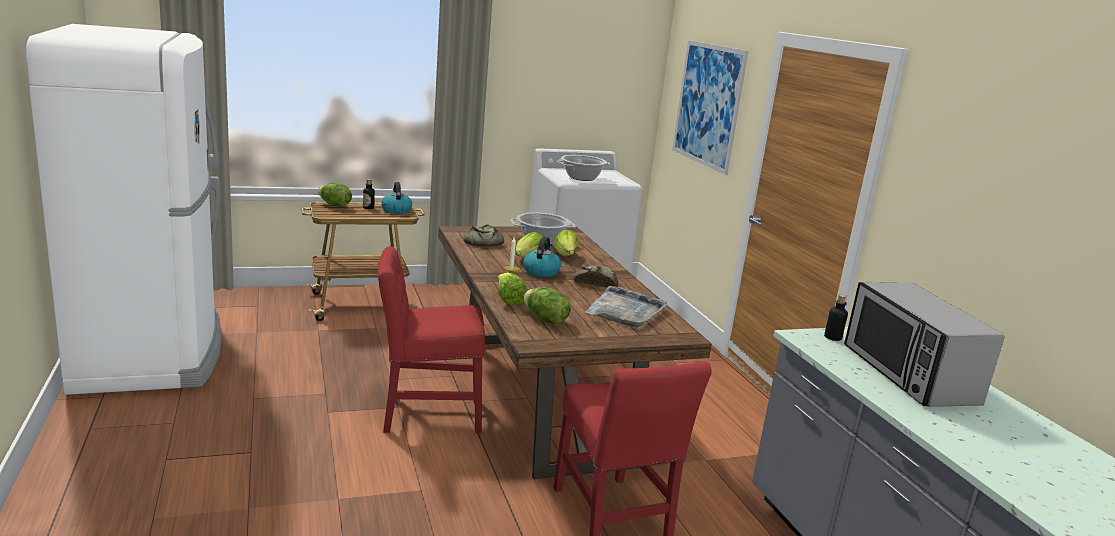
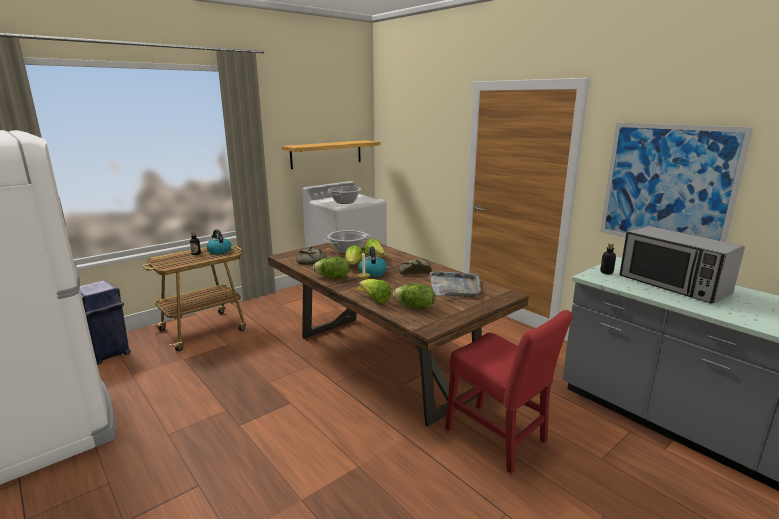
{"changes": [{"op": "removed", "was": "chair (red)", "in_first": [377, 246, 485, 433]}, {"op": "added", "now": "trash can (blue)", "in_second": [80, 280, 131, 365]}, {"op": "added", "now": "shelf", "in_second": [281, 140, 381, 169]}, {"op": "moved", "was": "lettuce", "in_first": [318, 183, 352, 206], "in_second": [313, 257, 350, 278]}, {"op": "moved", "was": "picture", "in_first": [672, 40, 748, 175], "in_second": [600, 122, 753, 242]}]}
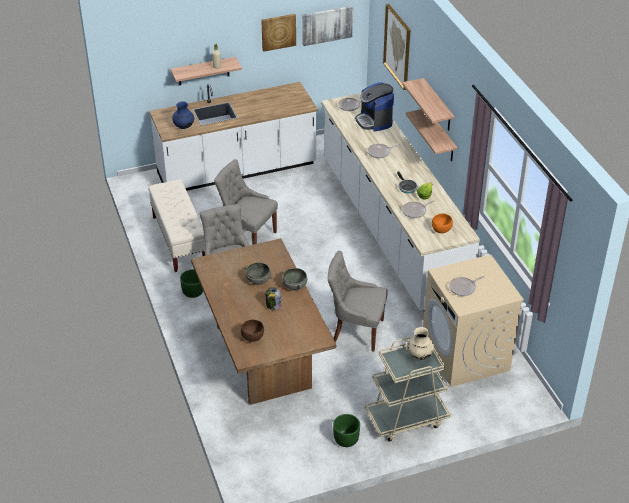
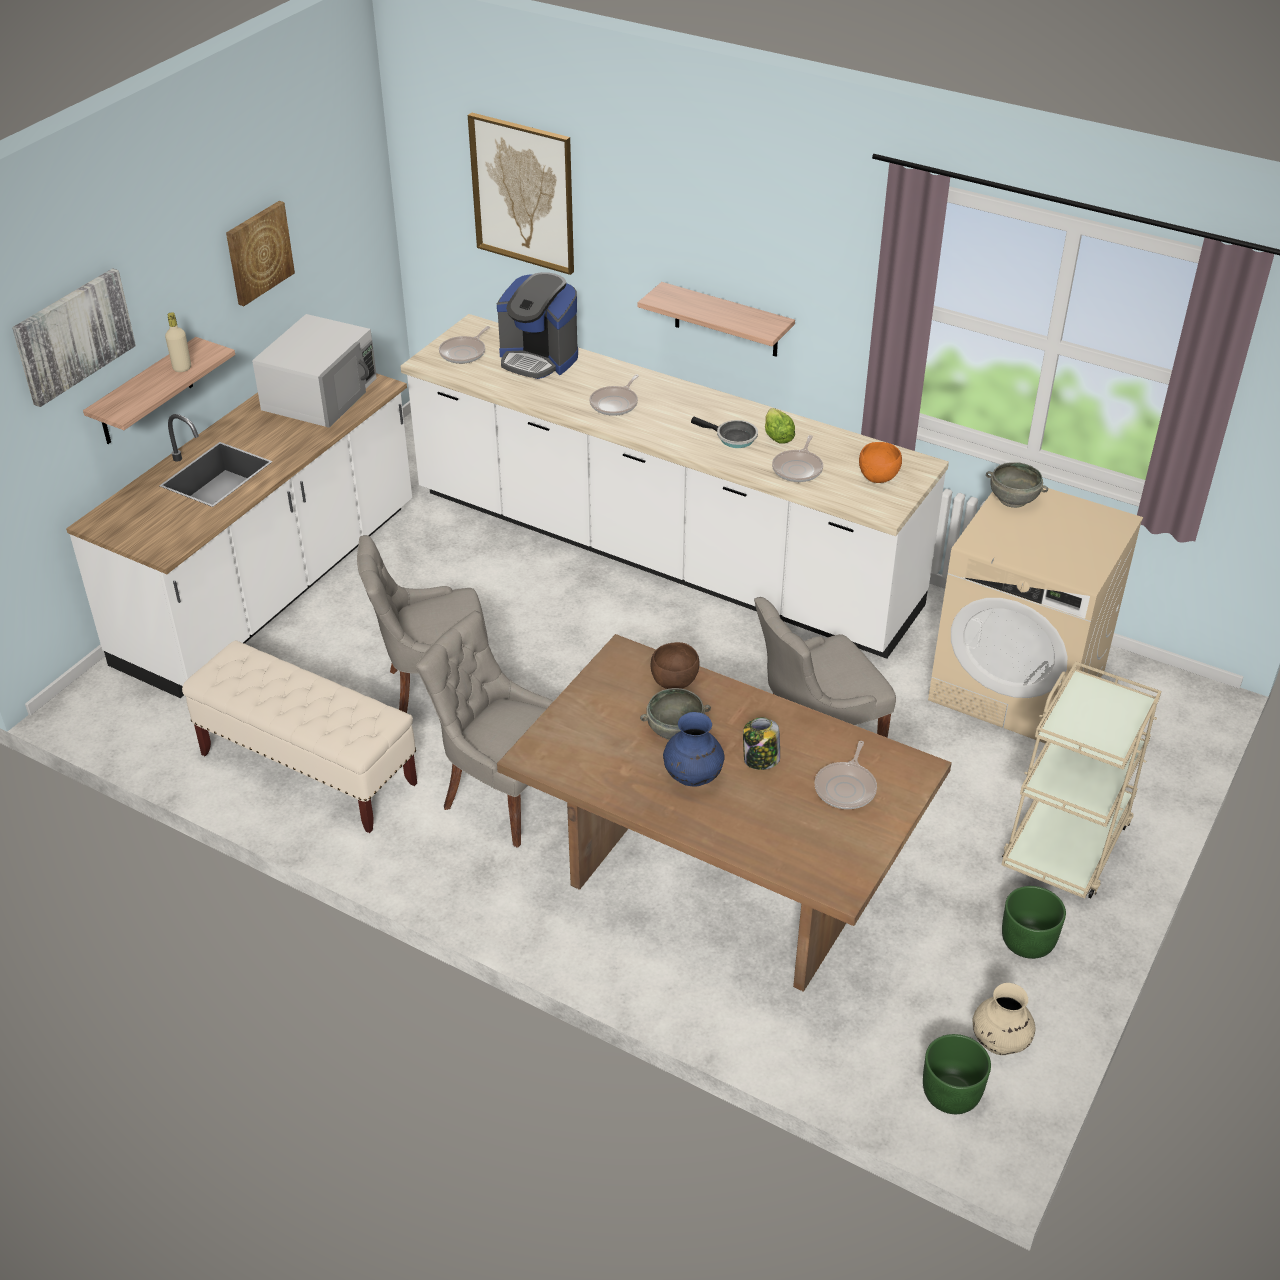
{"changes": [{"op": "removed", "was": "shelf", "in_first": [402, 78, 454, 131]}, {"op": "added", "now": "microwave (white)", "in_second": [252, 314, 377, 428]}, {"op": "moved", "was": "vase (blue)", "in_first": [172, 101, 194, 129], "in_second": [663, 712, 724, 787]}, {"op": "moved", "was": "planter (green)", "in_first": [180, 269, 203, 298], "in_second": [923, 1034, 991, 1114]}, {"op": "moved", "was": "bowl (brown)", "in_first": [241, 320, 264, 342], "in_second": [651, 642, 699, 689]}, {"op": "moved", "was": "bowl (grey)", "in_first": [282, 268, 307, 291], "in_second": [986, 462, 1048, 508]}, {"op": "moved", "was": "picture", "in_first": [302, 6, 353, 46], "in_second": [12, 268, 136, 407]}, {"op": "moved", "was": "vase (beige)", "in_first": [407, 327, 434, 360], "in_second": [972, 983, 1036, 1055]}, {"op": "moved", "was": "frying pan", "in_first": [449, 276, 485, 296], "in_second": [815, 741, 877, 809]}]}
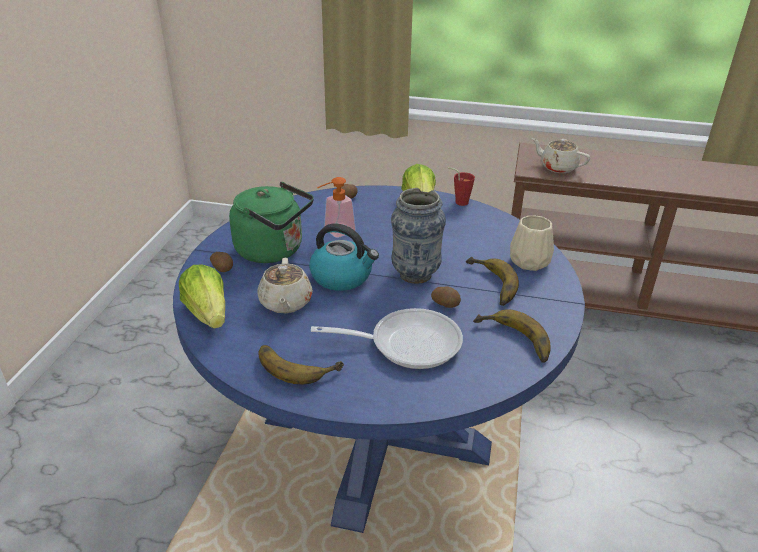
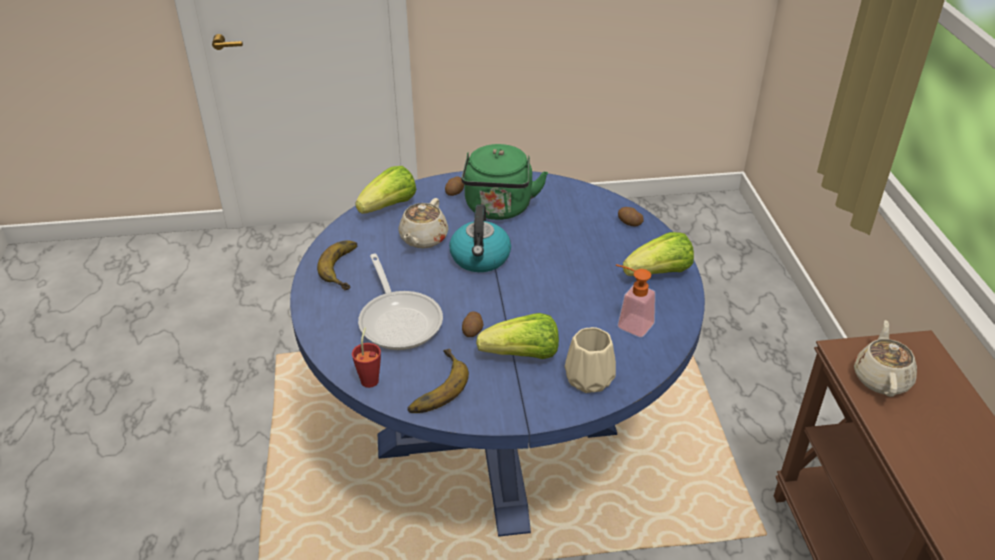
{"changes": [{"op": "removed", "was": "vase", "in_first": [391, 188, 446, 284]}, {"op": "moved", "was": "soap dispenser", "in_first": [317, 177, 356, 238], "in_second": [616, 264, 656, 338]}, {"op": "moved", "was": "cup (red)", "in_first": [448, 167, 475, 206], "in_second": [352, 328, 381, 388]}, {"op": "replaced", "was": "banana", "now": "lettuce", "in_first": [466, 257, 519, 306], "in_second": [476, 313, 559, 359]}, {"op": "turned", "was": "teapot (beige)", "in_first": [257, 258, 313, 313], "in_second": [398, 198, 449, 248], "clockwise": -45}]}
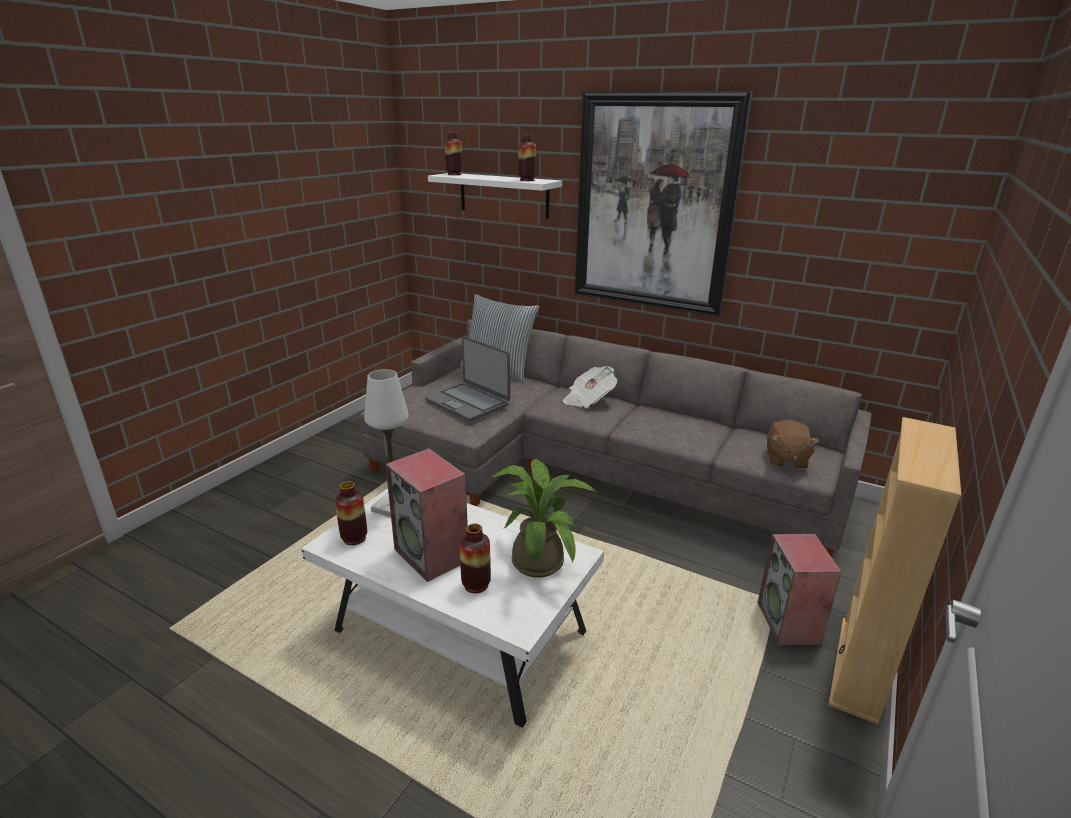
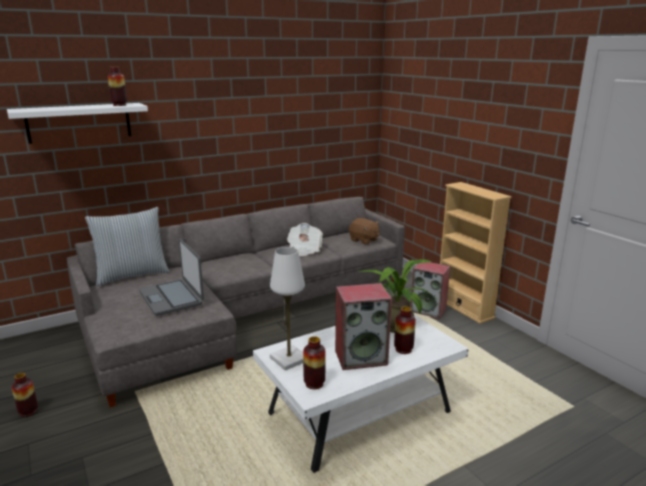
{"changes": [{"op": "removed", "was": "picture", "in_first": [575, 91, 753, 316]}, {"op": "moved", "was": "vase", "in_first": [445, 132, 463, 175], "in_second": [11, 373, 38, 417]}, {"op": "moved", "was": "newspaper", "in_first": [563, 366, 617, 408], "in_second": [287, 223, 323, 256]}, {"op": "turned", "was": "laptop", "in_first": [425, 336, 510, 422], "in_second": [139, 238, 204, 316], "clockwise": 75}]}
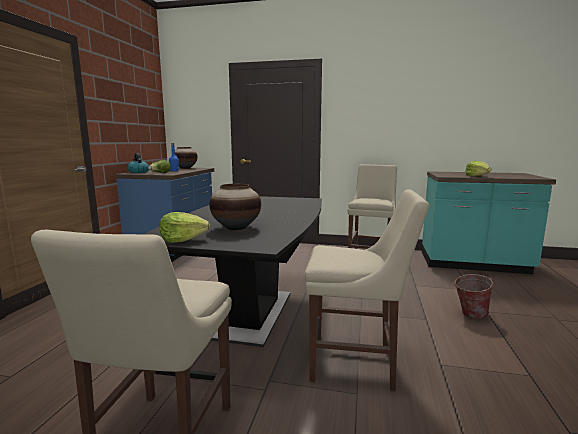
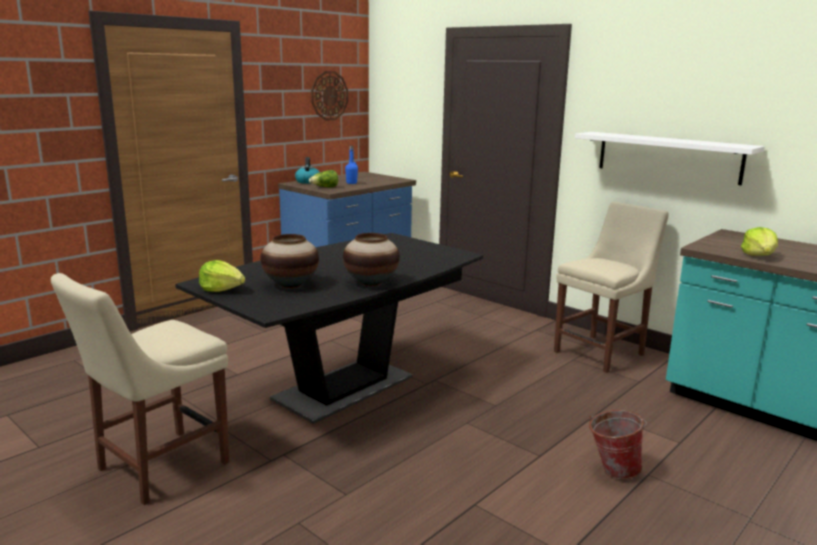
{"changes": [{"op": "removed", "was": "chair (beige)", "in_first": [305, 189, 429, 391]}, {"op": "added", "now": "wall clock", "in_second": [311, 71, 348, 121]}, {"op": "added", "now": "shelf (white)", "in_second": [575, 132, 765, 185]}, {"op": "moved", "was": "vase", "in_first": [175, 147, 198, 169], "in_second": [343, 233, 400, 286]}]}
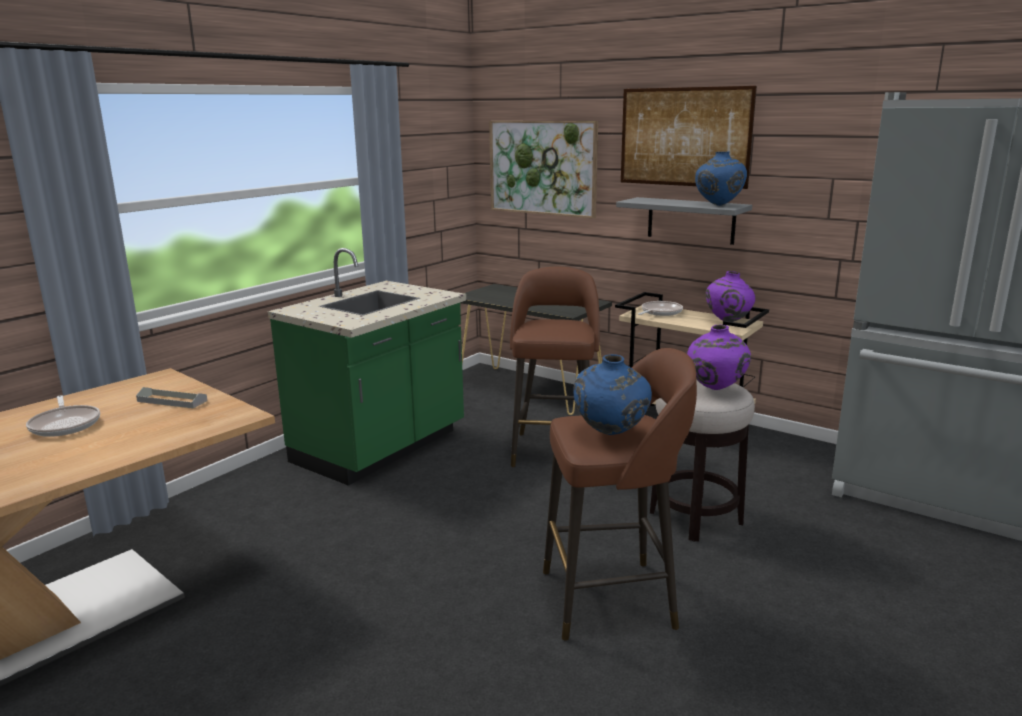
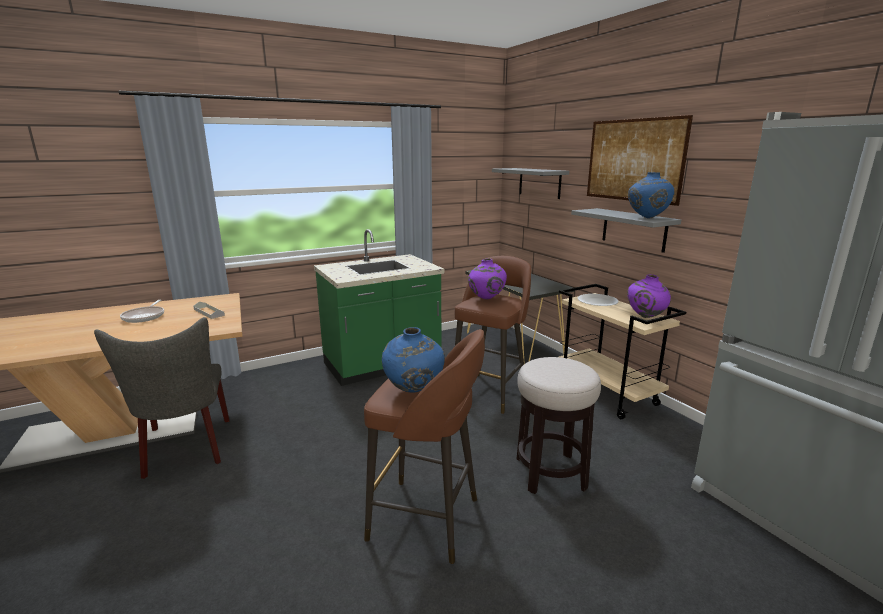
{"changes": [{"op": "added", "now": "chair (grey)", "in_second": [94, 317, 230, 479]}, {"op": "moved", "was": "vase (purple)", "in_first": [687, 325, 751, 390], "in_second": [468, 258, 507, 299]}, {"op": "replaced", "was": "picture", "now": "shelf (grey)", "in_first": [489, 121, 598, 218], "in_second": [492, 168, 569, 199]}, {"op": "replaced", "was": "frying pan", "now": "plate (white)", "in_first": [638, 301, 683, 316], "in_second": [577, 294, 618, 306]}]}
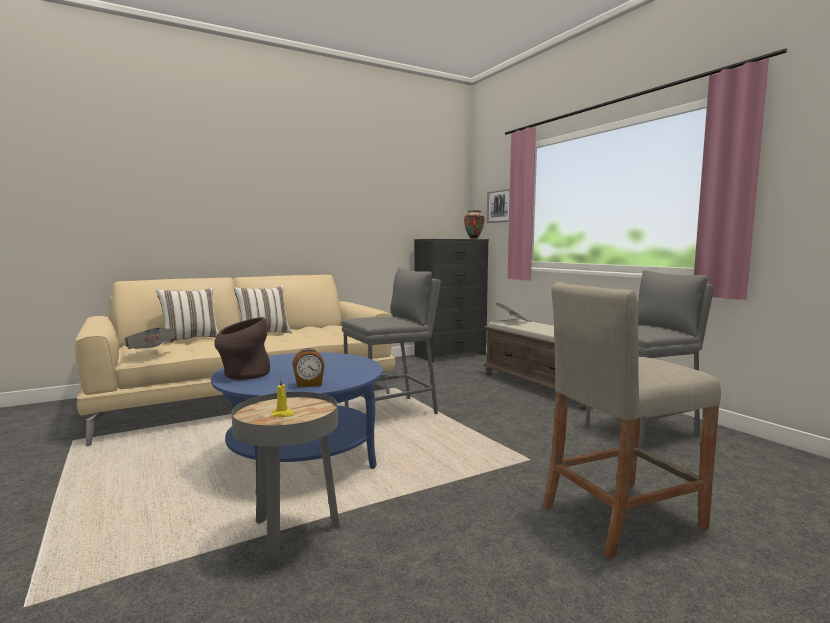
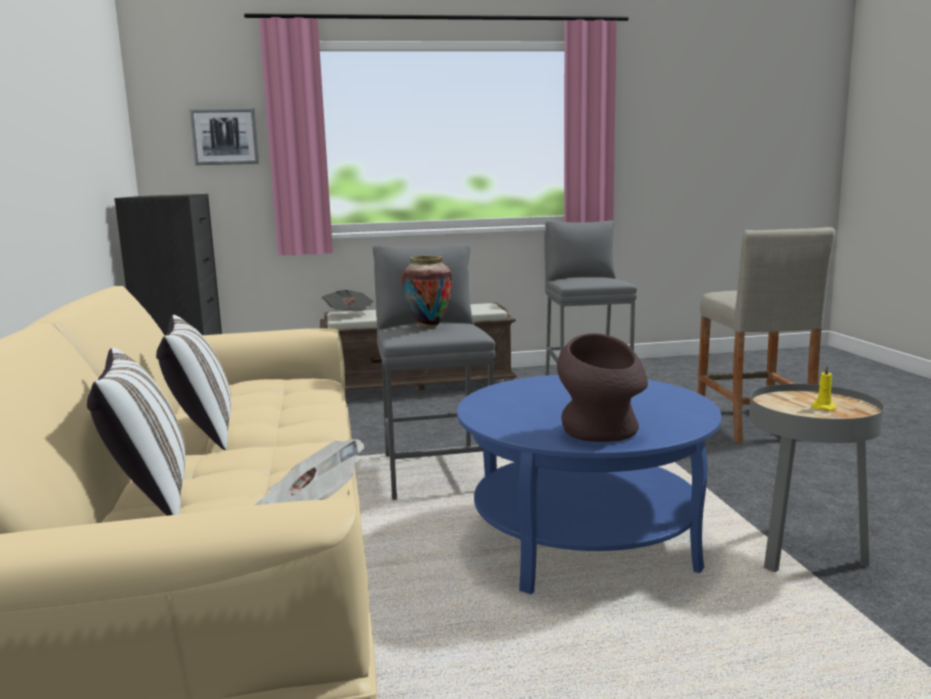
{"changes": [{"op": "removed", "was": "alarm clock", "in_first": [292, 348, 325, 388]}, {"op": "moved", "was": "vase", "in_first": [464, 210, 485, 239], "in_second": [401, 256, 452, 329]}]}
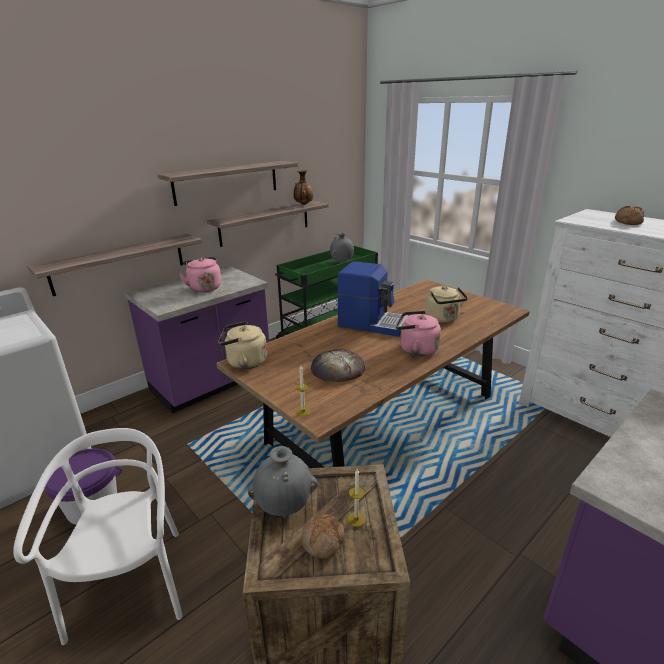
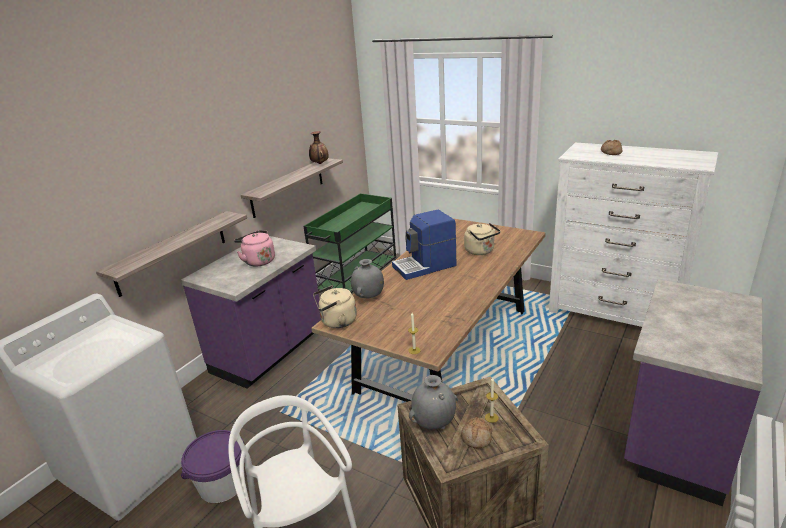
{"changes": [{"op": "removed", "was": "shelf", "in_first": [158, 161, 298, 206]}, {"op": "removed", "was": "bread", "in_first": [311, 349, 365, 382]}, {"op": "removed", "was": "kettle (pink)", "in_first": [396, 311, 441, 356]}, {"op": "moved", "was": "vase (grey)", "in_first": [330, 232, 354, 263], "in_second": [351, 259, 384, 299]}, {"op": "turned", "was": "coffee machine", "in_first": [337, 261, 409, 337], "in_second": [392, 210, 456, 280], "clockwise": 150}]}
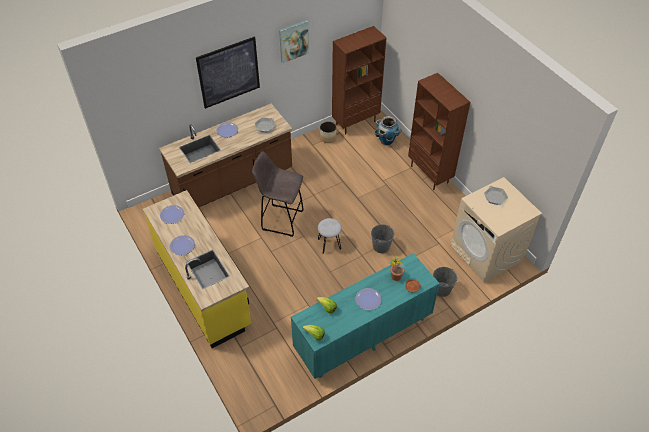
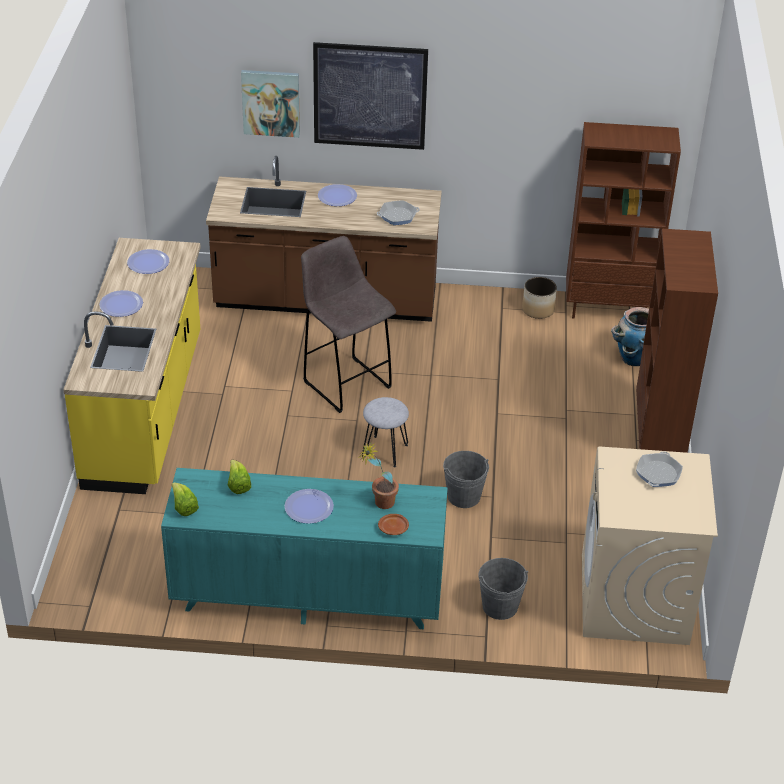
{"changes": [{"op": "moved", "was": "picture", "in_first": [279, 20, 309, 63], "in_second": [241, 70, 300, 138]}]}
